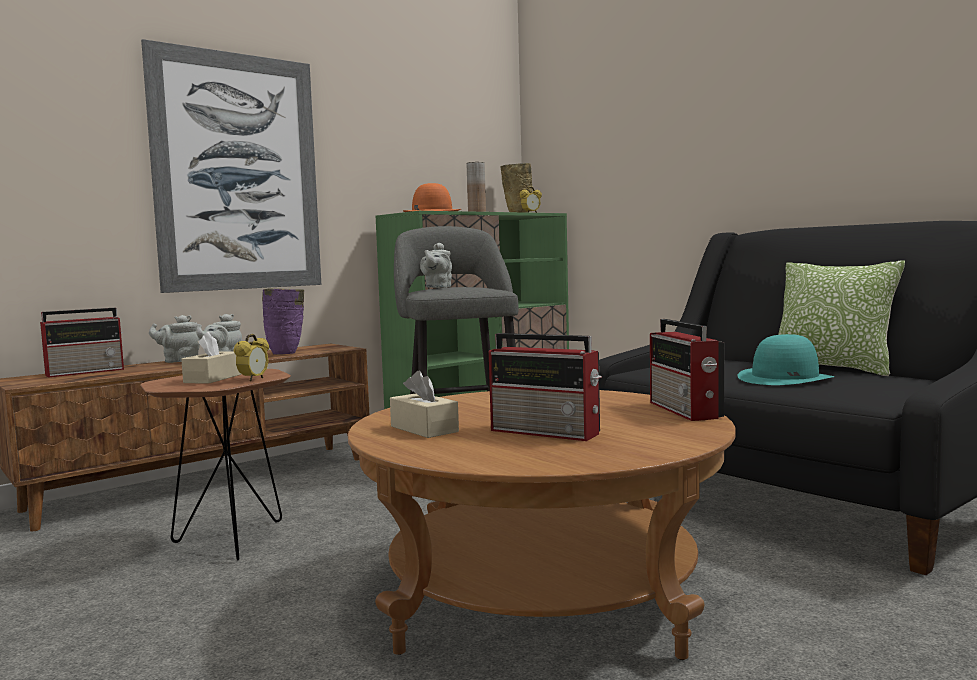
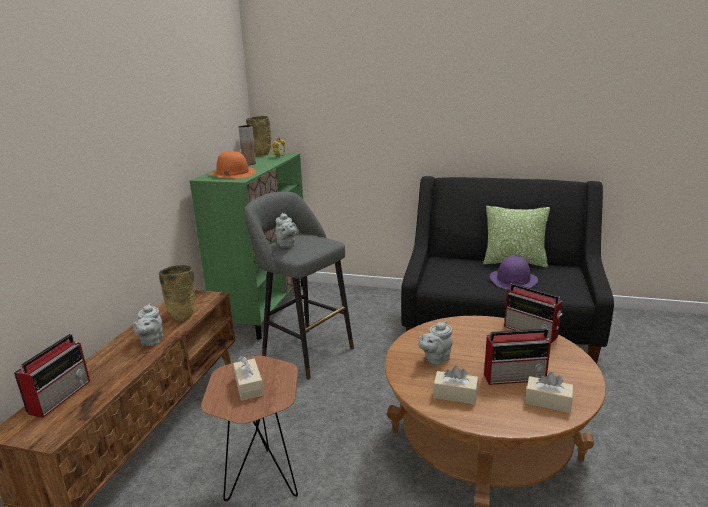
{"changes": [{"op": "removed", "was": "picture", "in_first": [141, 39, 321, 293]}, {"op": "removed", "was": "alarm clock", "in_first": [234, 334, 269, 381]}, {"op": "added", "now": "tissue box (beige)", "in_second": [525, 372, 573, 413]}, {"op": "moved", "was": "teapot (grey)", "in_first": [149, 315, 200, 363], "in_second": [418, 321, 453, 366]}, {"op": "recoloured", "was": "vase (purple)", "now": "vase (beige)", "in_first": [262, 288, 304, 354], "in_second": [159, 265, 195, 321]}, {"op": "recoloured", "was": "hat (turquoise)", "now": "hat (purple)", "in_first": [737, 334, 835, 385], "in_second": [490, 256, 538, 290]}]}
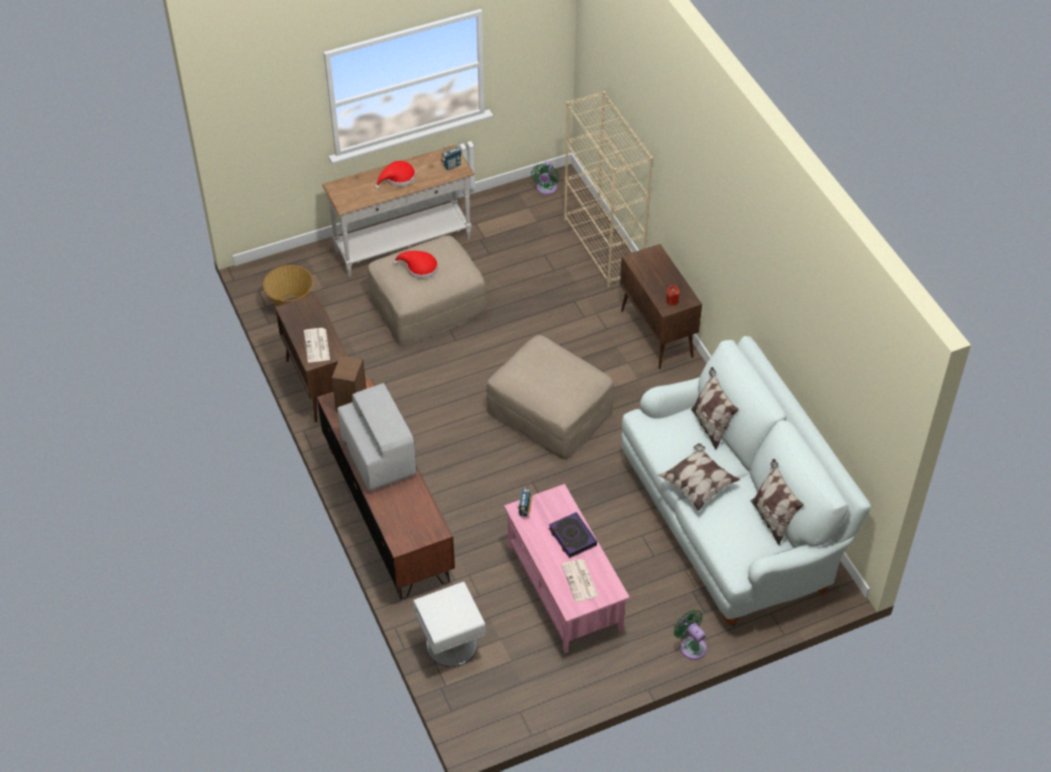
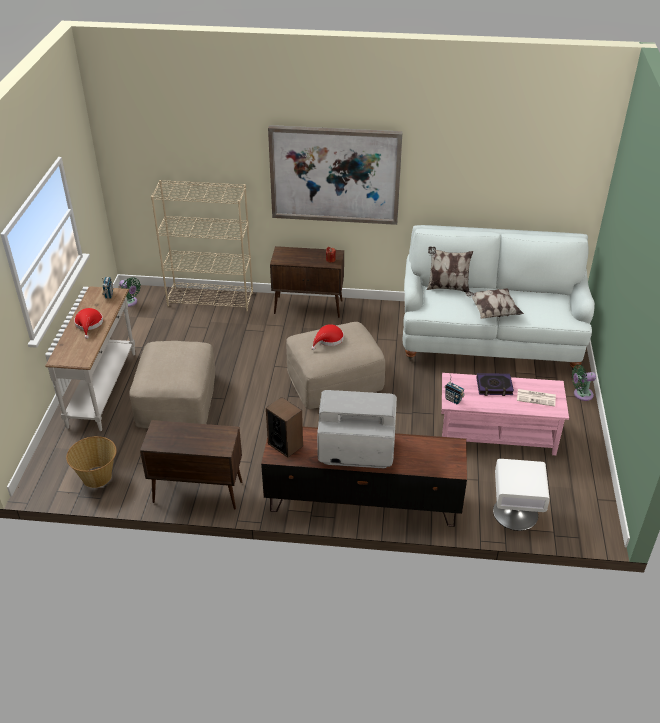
{"changes": [{"op": "removed", "was": "newspaper", "in_first": [304, 328, 330, 362]}, {"op": "removed", "was": "pillow", "in_first": [750, 459, 804, 546]}, {"op": "added", "now": "picture", "in_second": [268, 125, 403, 225]}, {"op": "moved", "was": "hat (red)", "in_first": [393, 251, 438, 279], "in_second": [311, 324, 344, 350]}]}
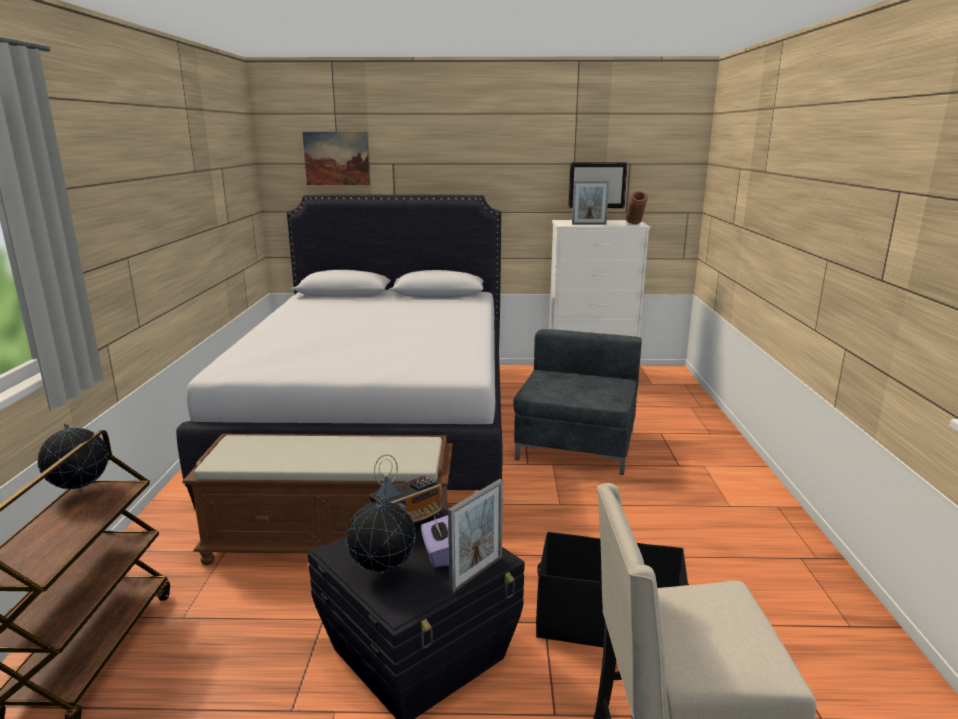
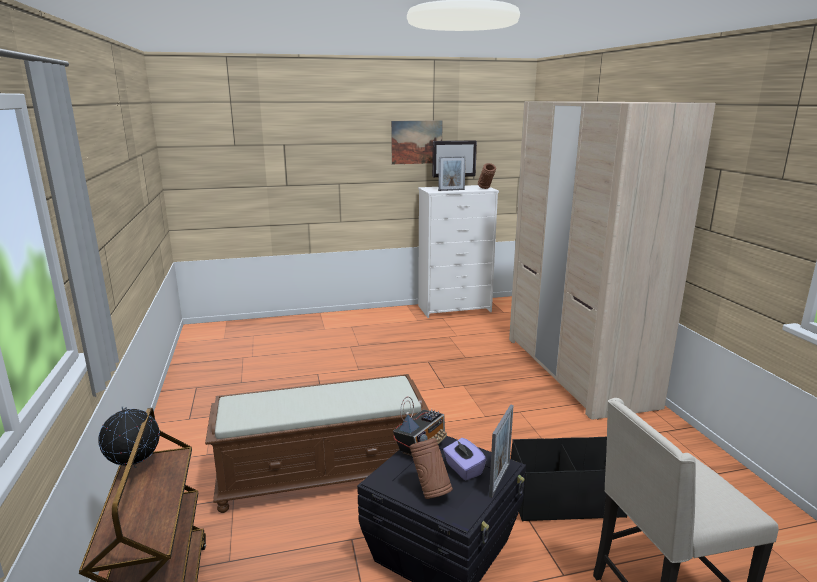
{"changes": [{"op": "removed", "was": "bed (white)", "in_first": [176, 194, 502, 509]}, {"op": "removed", "was": "armchair (grey)", "in_first": [513, 329, 642, 475]}, {"op": "added", "now": "wardrobe (beige)", "in_second": [509, 101, 716, 420]}, {"op": "moved", "was": "picture", "in_first": [303, 132, 370, 185], "in_second": [391, 120, 443, 164]}, {"op": "replaced", "was": "globe", "now": "vase (brown)", "in_first": [346, 498, 416, 573], "in_second": [410, 438, 453, 499]}]}
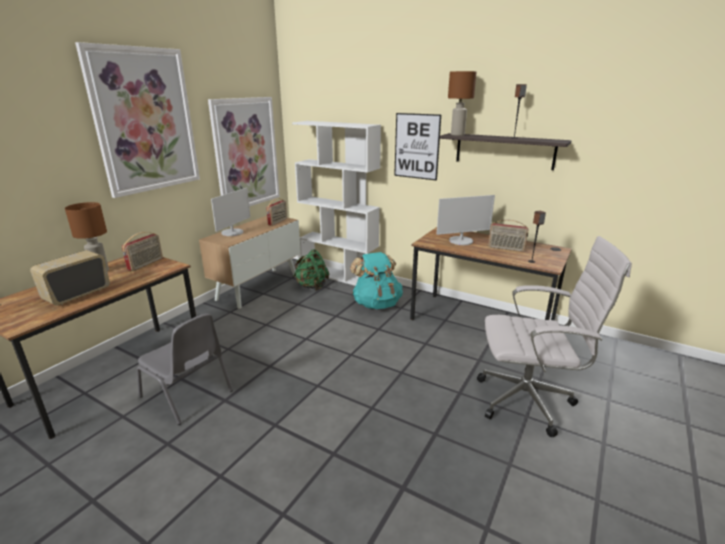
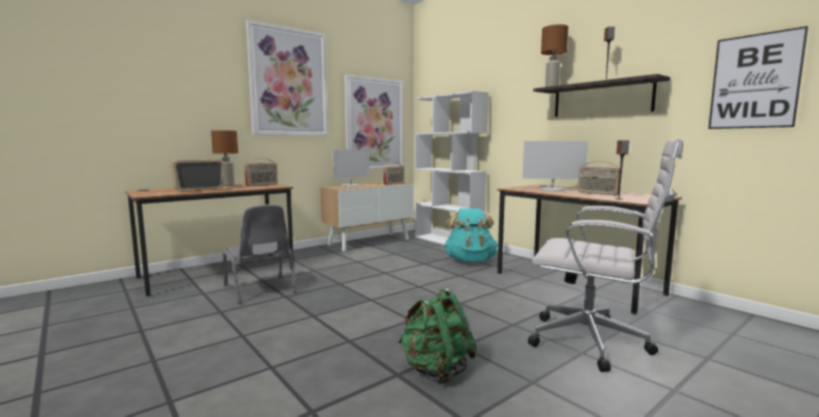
{"changes": [{"op": "moved", "was": "backpack (green)", "in_first": [293, 249, 329, 291], "in_second": [398, 289, 477, 384]}, {"op": "moved", "was": "picture", "in_first": [394, 113, 441, 180], "in_second": [708, 26, 808, 129]}]}
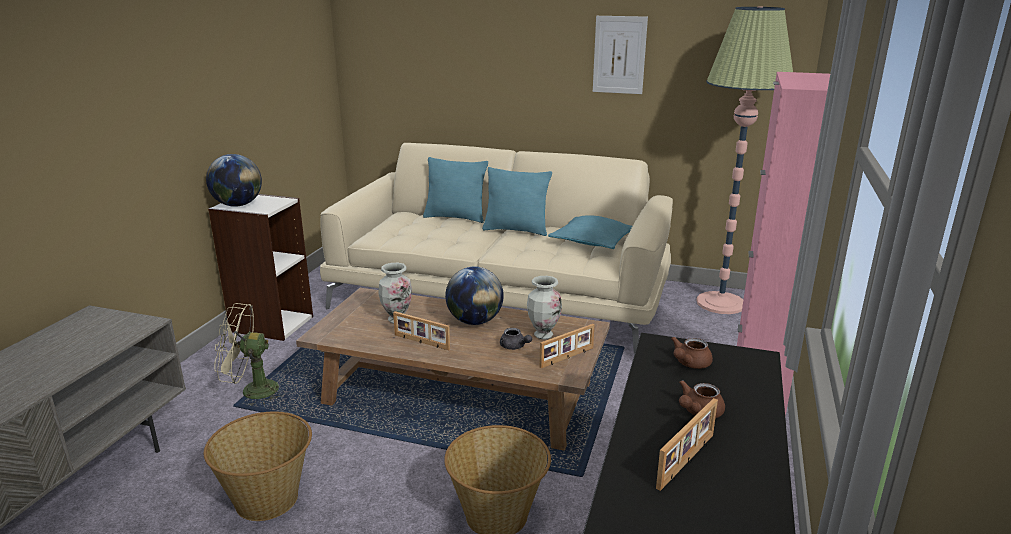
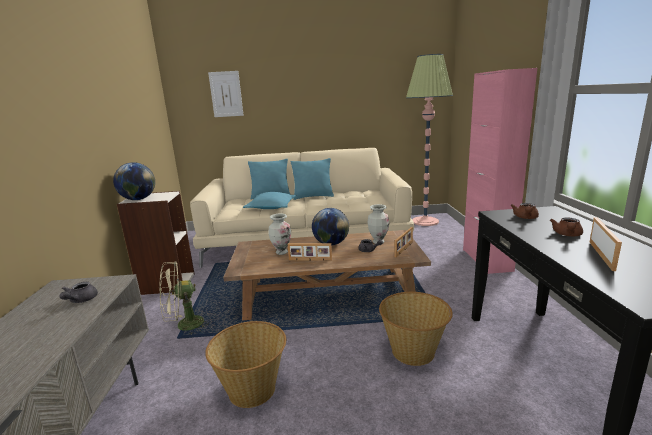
{"changes": [{"op": "added", "now": "teapot (grey)", "in_second": [59, 282, 98, 303]}, {"op": "moved", "was": "pillow (turquoise)", "in_first": [548, 215, 632, 249], "in_second": [243, 192, 296, 209]}, {"op": "moved", "was": "picture", "in_first": [593, 16, 648, 94], "in_second": [208, 71, 244, 117]}]}
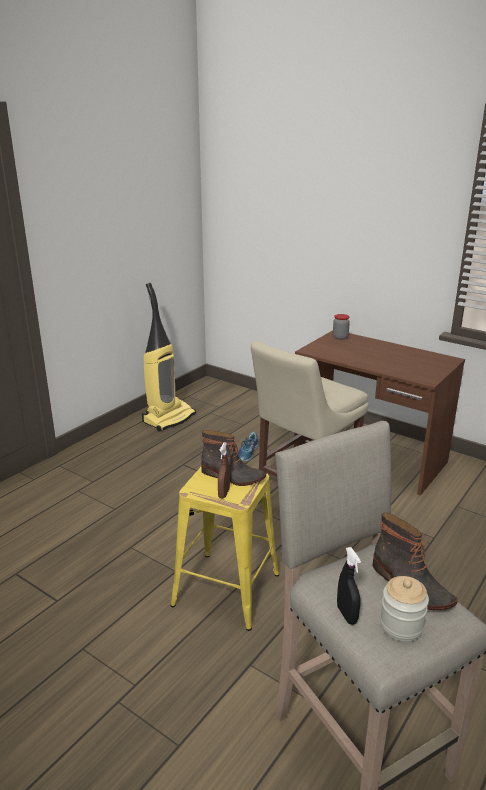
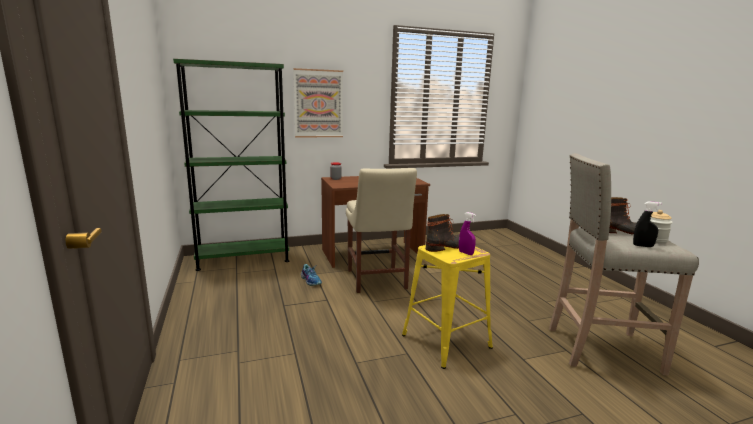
{"changes": [{"op": "removed", "was": "vacuum cleaner", "in_first": [142, 283, 196, 431]}, {"op": "added", "now": "bookcase (green)", "in_second": [173, 59, 289, 271]}, {"op": "added", "now": "picture", "in_second": [293, 68, 343, 137]}, {"op": "recoloured", "was": "spray bottle (brown)", "now": "spray bottle (purple)", "in_first": [218, 443, 230, 499], "in_second": [459, 212, 476, 255]}]}
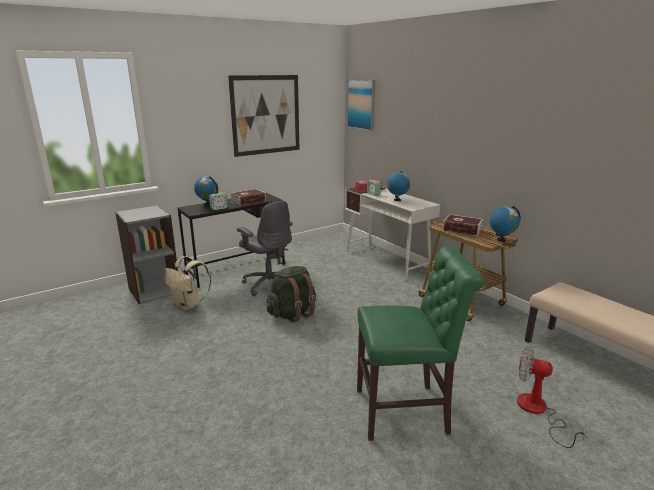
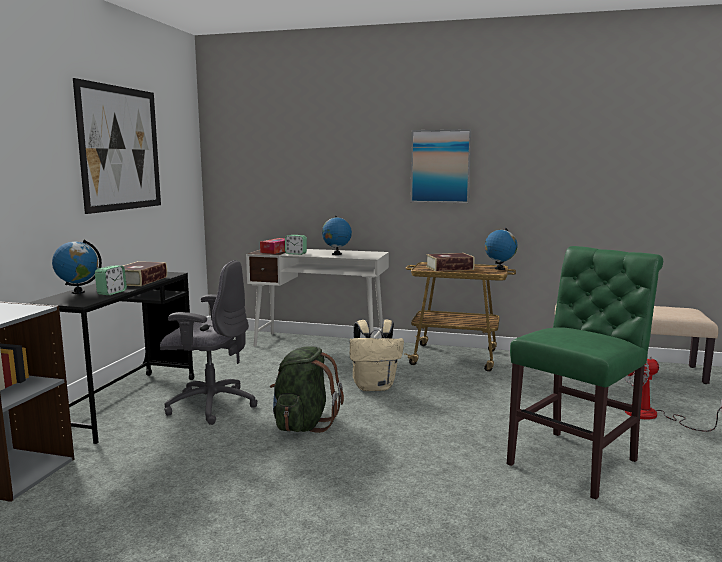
{"changes": [{"op": "moved", "was": "backpack (beige)", "in_first": [165, 256, 211, 310], "in_second": [350, 319, 404, 391]}, {"op": "moved", "was": "picture", "in_first": [347, 79, 375, 131], "in_second": [410, 129, 472, 203]}]}
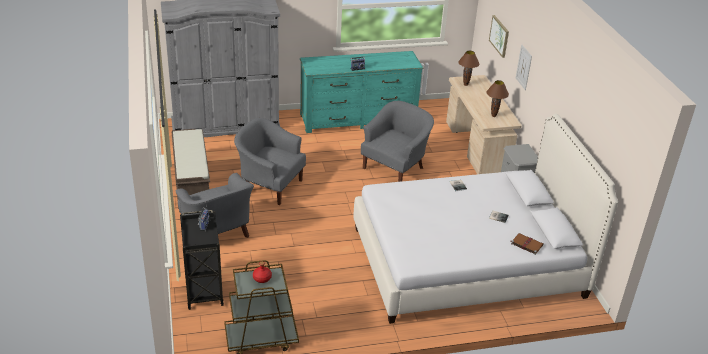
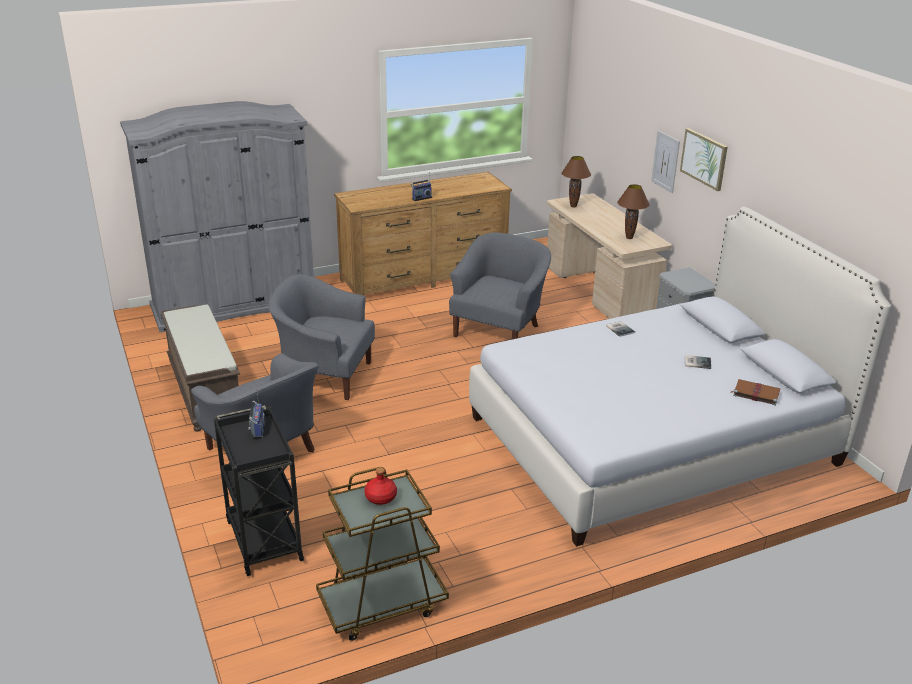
{"changes": [{"op": "moved", "was": "picture", "in_first": [489, 15, 509, 58], "in_second": [680, 128, 728, 191]}, {"op": "recoloured", "was": "dresser (turquoise)", "now": "dresser (brown)", "in_first": [300, 51, 423, 133], "in_second": [334, 172, 512, 296]}]}
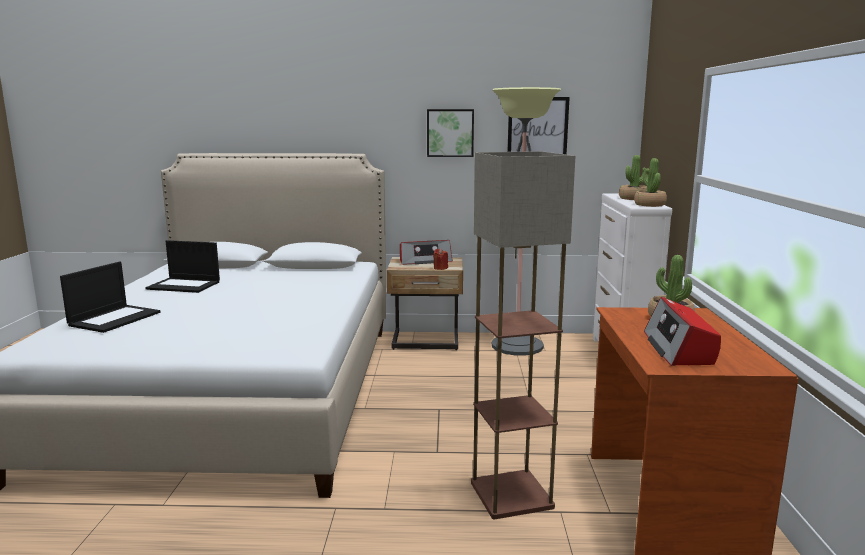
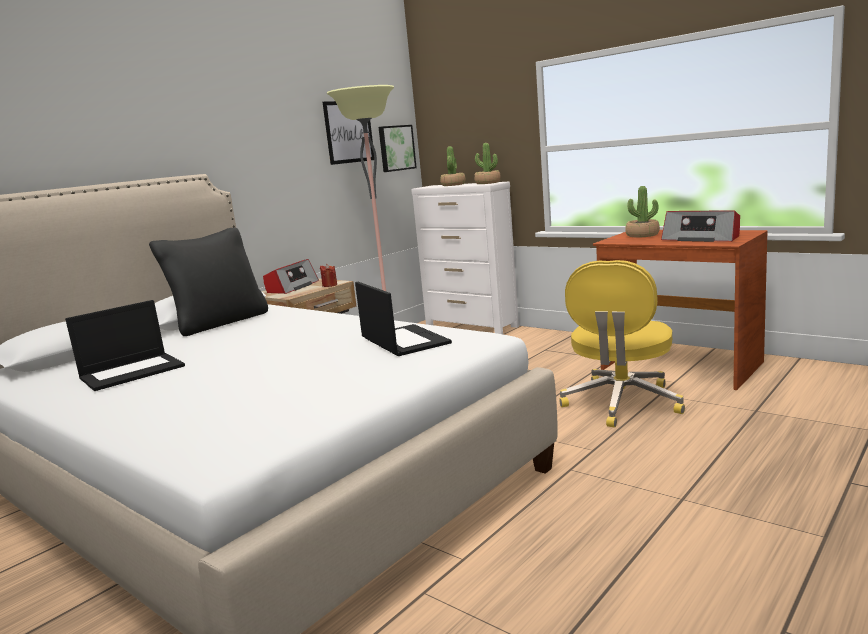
{"changes": [{"op": "added", "now": "pillow (black)", "in_second": [149, 227, 268, 336]}, {"op": "moved", "was": "laptop", "in_first": [60, 262, 160, 333], "in_second": [355, 282, 452, 356]}, {"op": "moved", "was": "picture", "in_first": [427, 109, 474, 157], "in_second": [379, 125, 417, 172]}, {"op": "replaced", "was": "floor lamp", "now": "office chair (yellow)", "in_first": [471, 151, 575, 519], "in_second": [559, 260, 685, 428]}]}
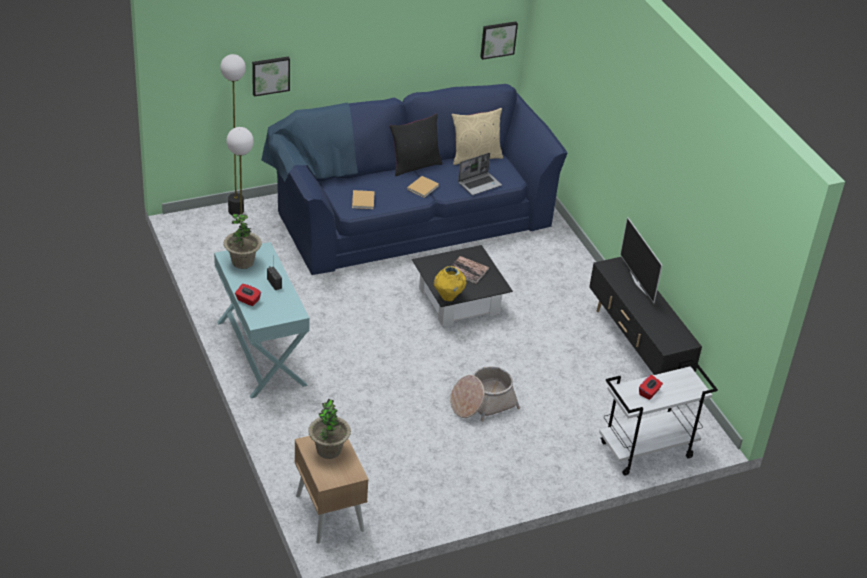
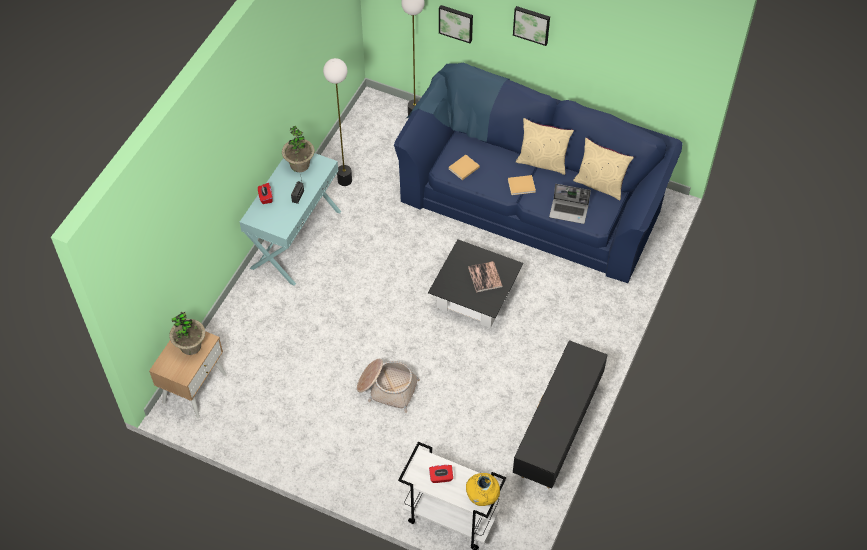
{"changes": [{"op": "removed", "was": "television", "in_first": [620, 217, 662, 303]}, {"op": "moved", "was": "vase (yellow)", "in_first": [434, 266, 466, 301], "in_second": [466, 473, 500, 506]}, {"op": "moved", "was": "picture", "in_first": [480, 21, 518, 60], "in_second": [513, 6, 550, 46]}, {"op": "recoloured", "was": "pillow (black)", "now": "pillow (beige)", "in_first": [390, 114, 443, 176], "in_second": [516, 118, 574, 175]}]}
